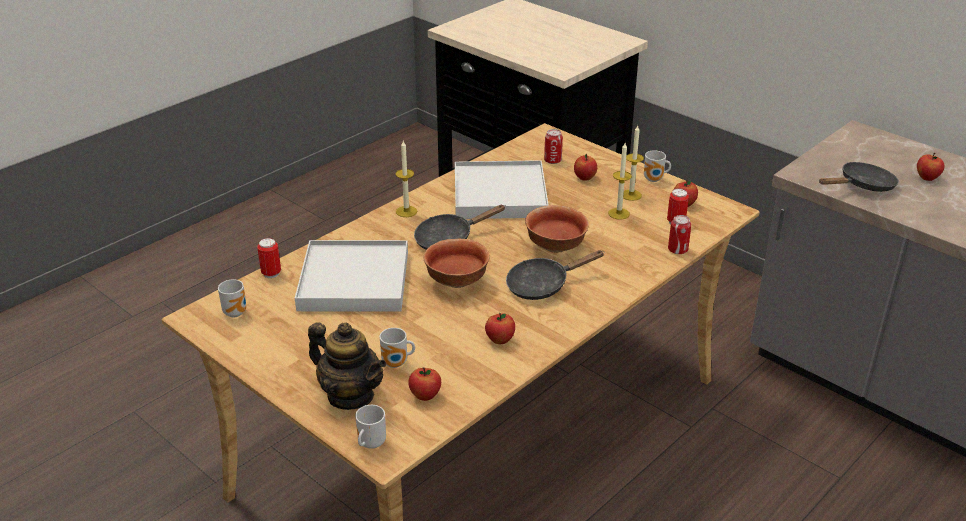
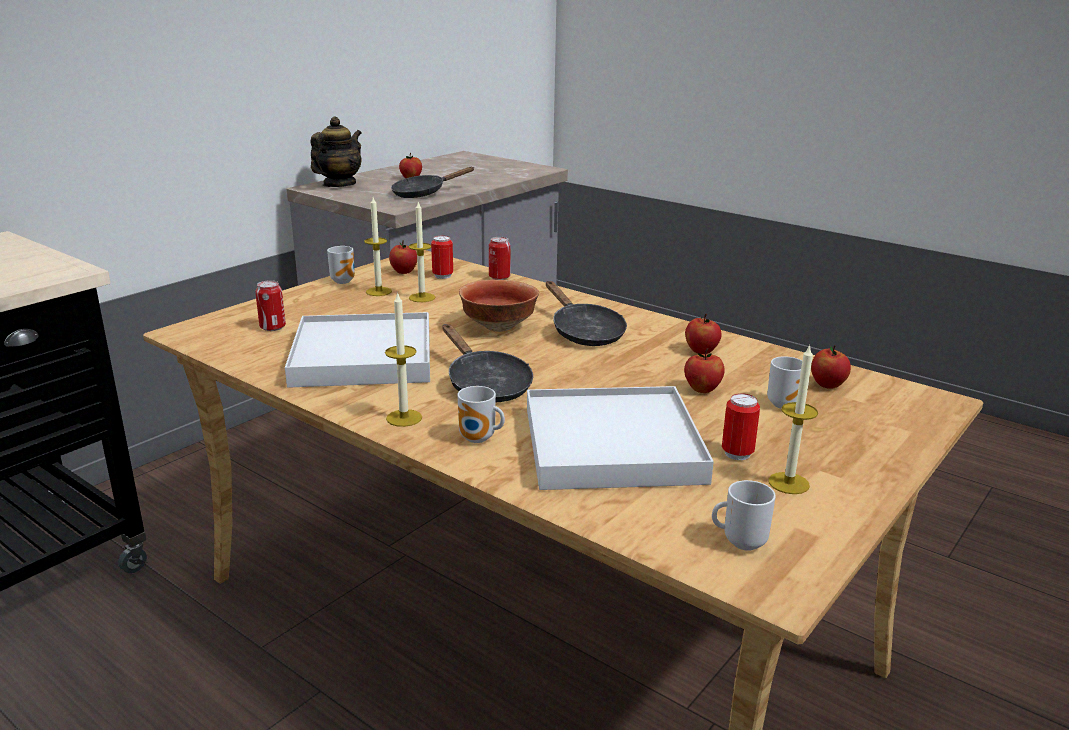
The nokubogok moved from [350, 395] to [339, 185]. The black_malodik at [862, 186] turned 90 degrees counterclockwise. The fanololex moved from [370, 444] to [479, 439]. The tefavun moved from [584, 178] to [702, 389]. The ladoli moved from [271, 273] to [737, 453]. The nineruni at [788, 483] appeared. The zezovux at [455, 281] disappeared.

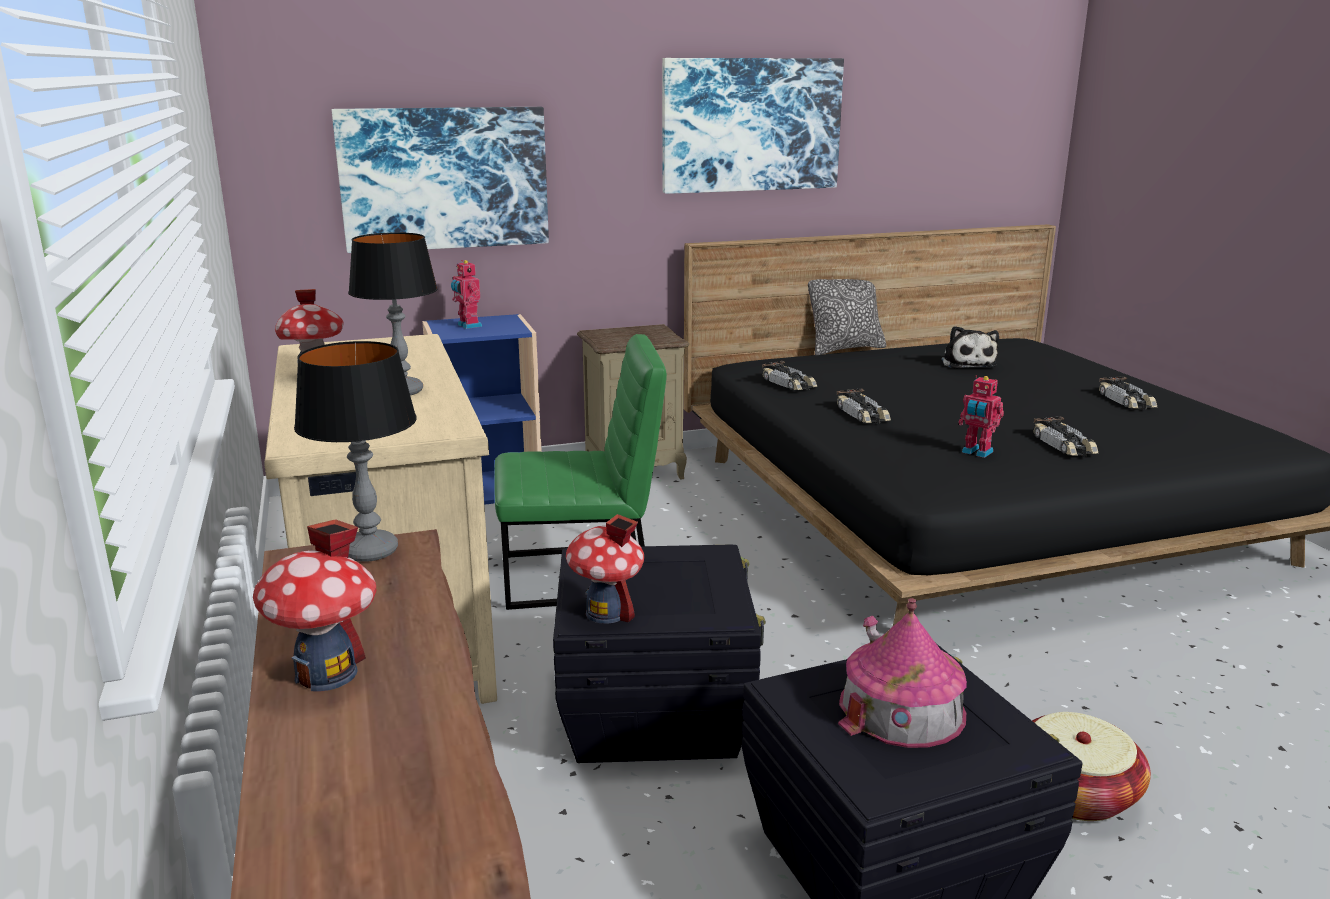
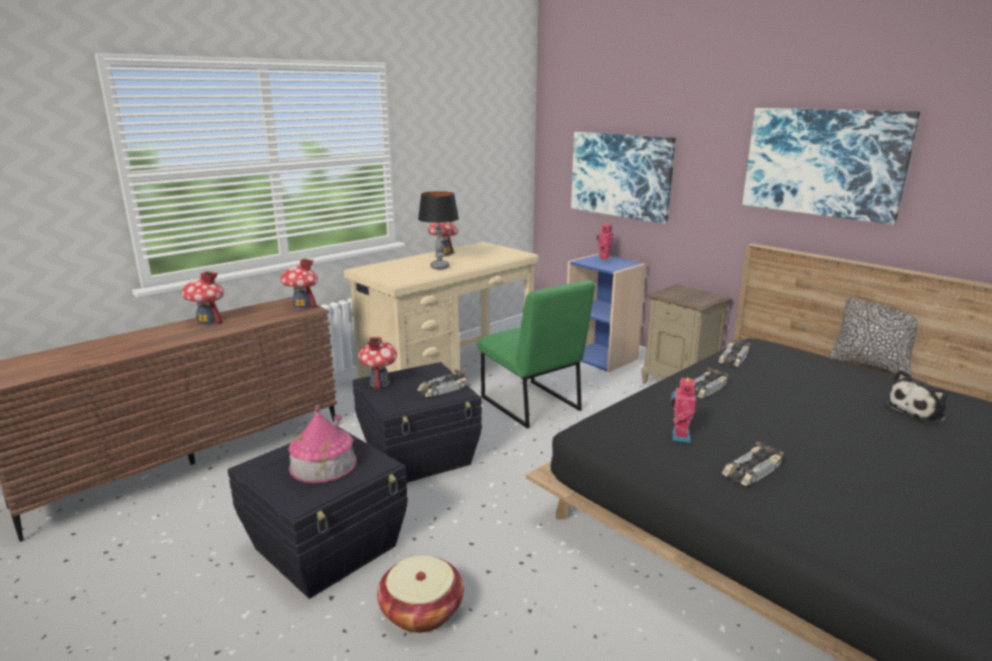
The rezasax at [371, 551] was replaced by the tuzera at [302, 307]. The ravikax moved from [1126, 401] to [442, 389].

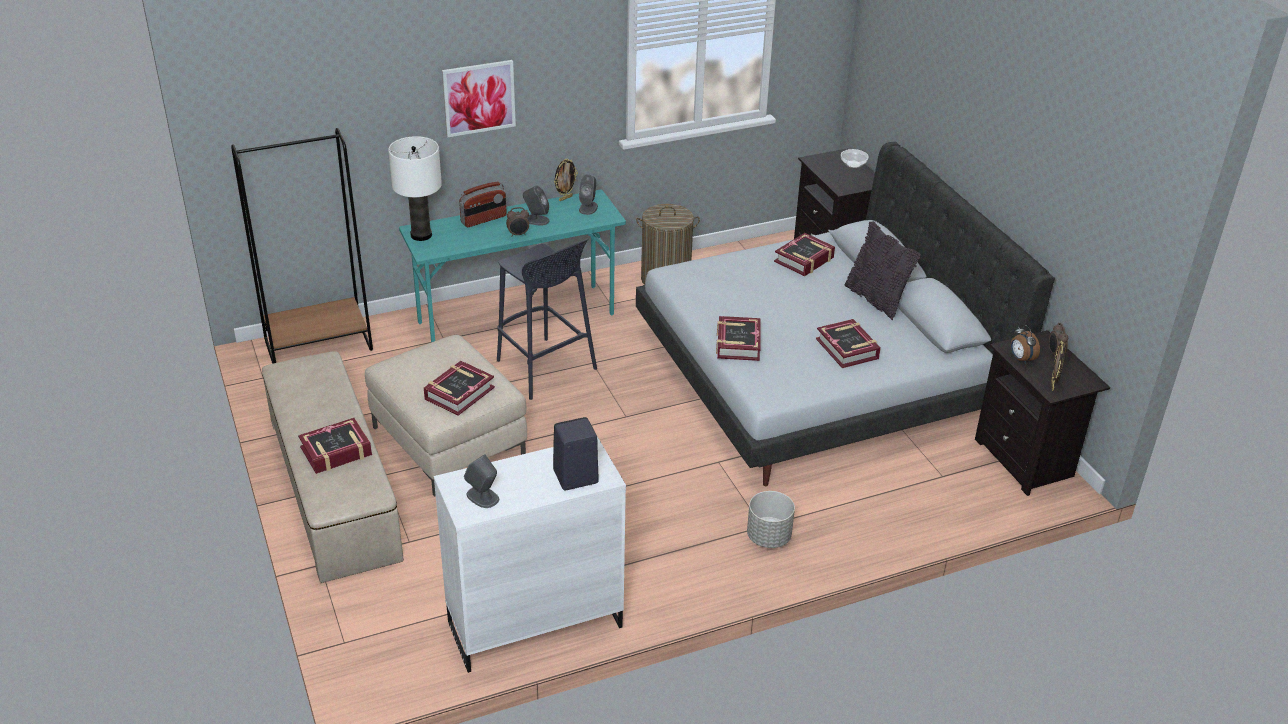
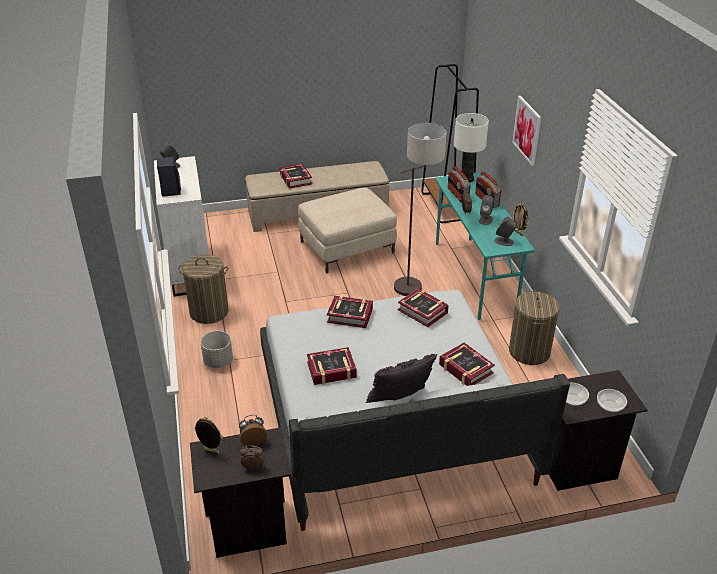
The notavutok at [209, 312] appeared. The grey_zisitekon at [544, 368] was replaced by the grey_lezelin at [415, 285]. The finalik moved from [459, 393] to [423, 311]. The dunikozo at [457, 195] appeared. The zezovux at [572, 400] appeared.

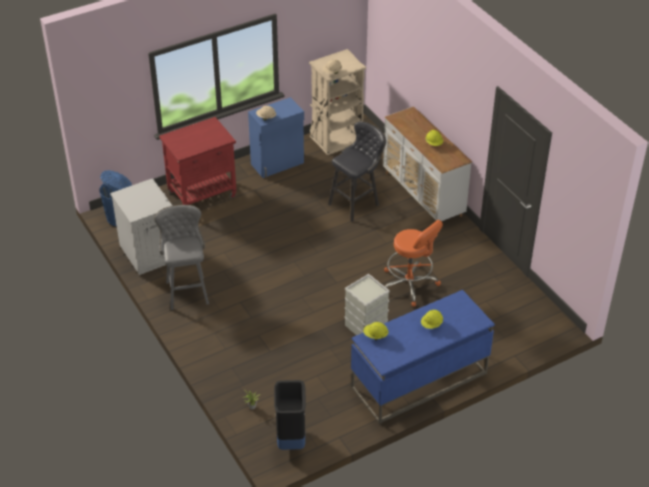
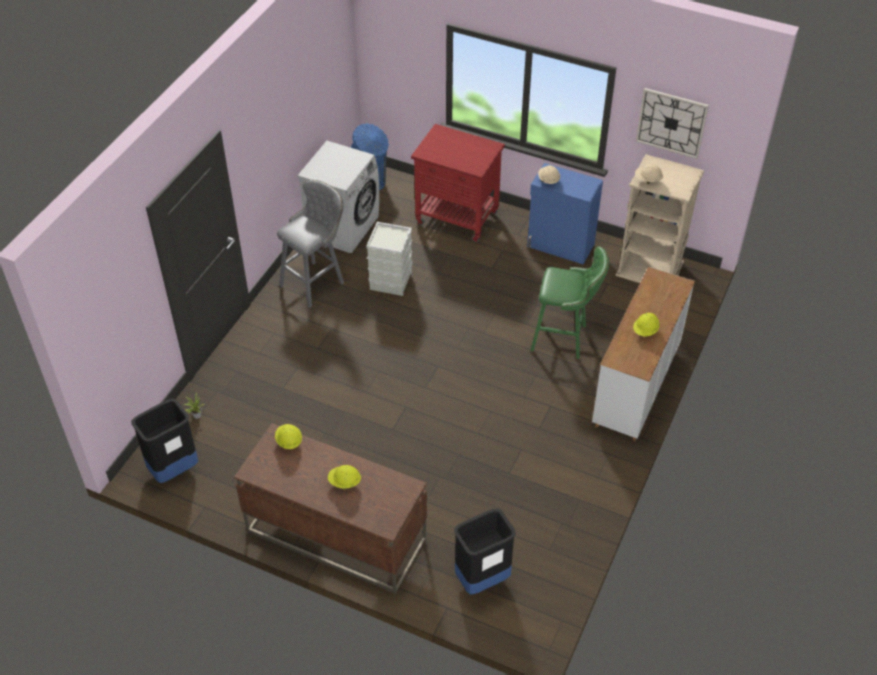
The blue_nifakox at [418, 381] became the brown_nifakox at [335, 534]. The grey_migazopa moved from [365, 326] to [390, 280]. The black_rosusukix at [482, 579] appeared. The black_zisitekon at [358, 202] became the green_zisitekon at [566, 339]. The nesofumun at [671, 123] appeared. The orange_zisitekon at [409, 285] disappeared.

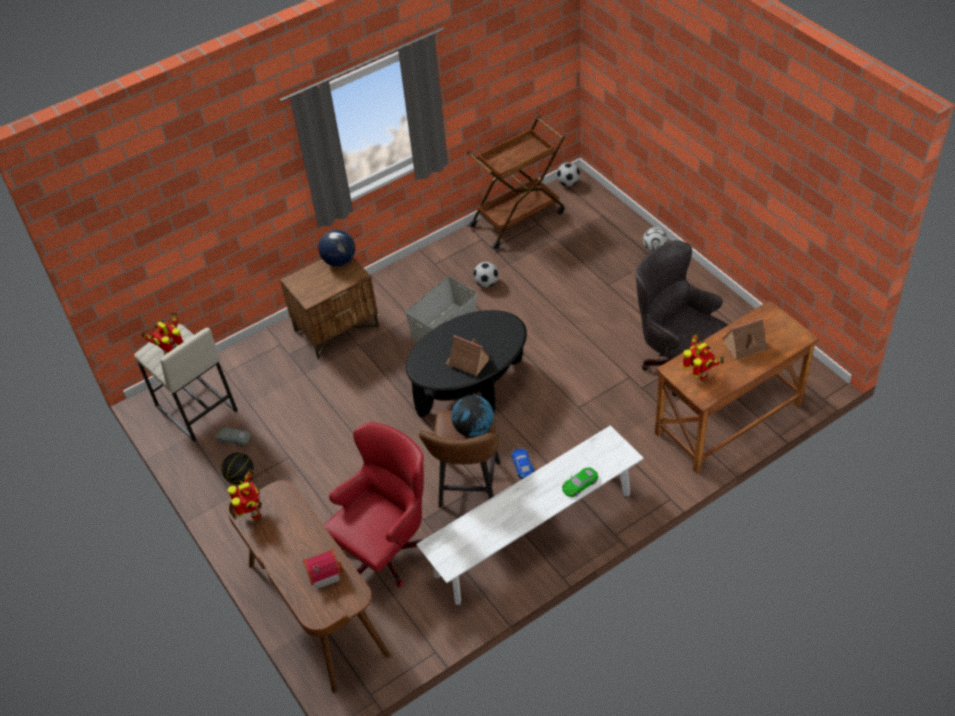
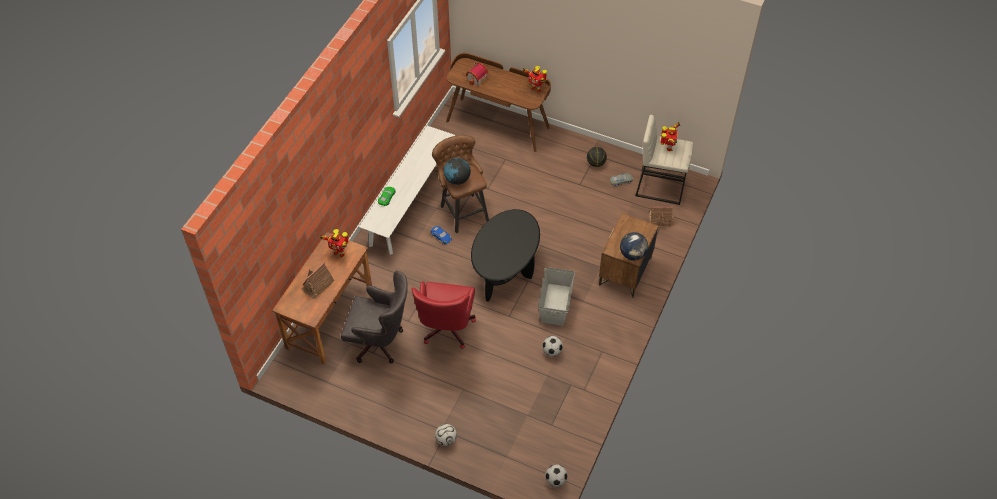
The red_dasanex moved from [386, 551] to [447, 331]. The tuzera moved from [467, 362] to [661, 220]. The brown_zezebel at [518, 220] disappeared.

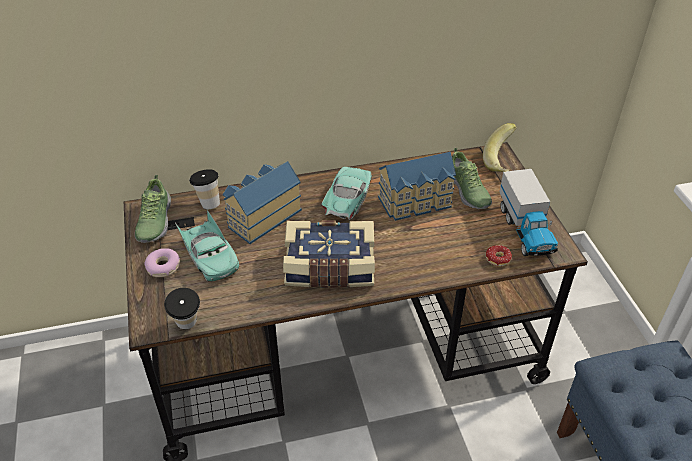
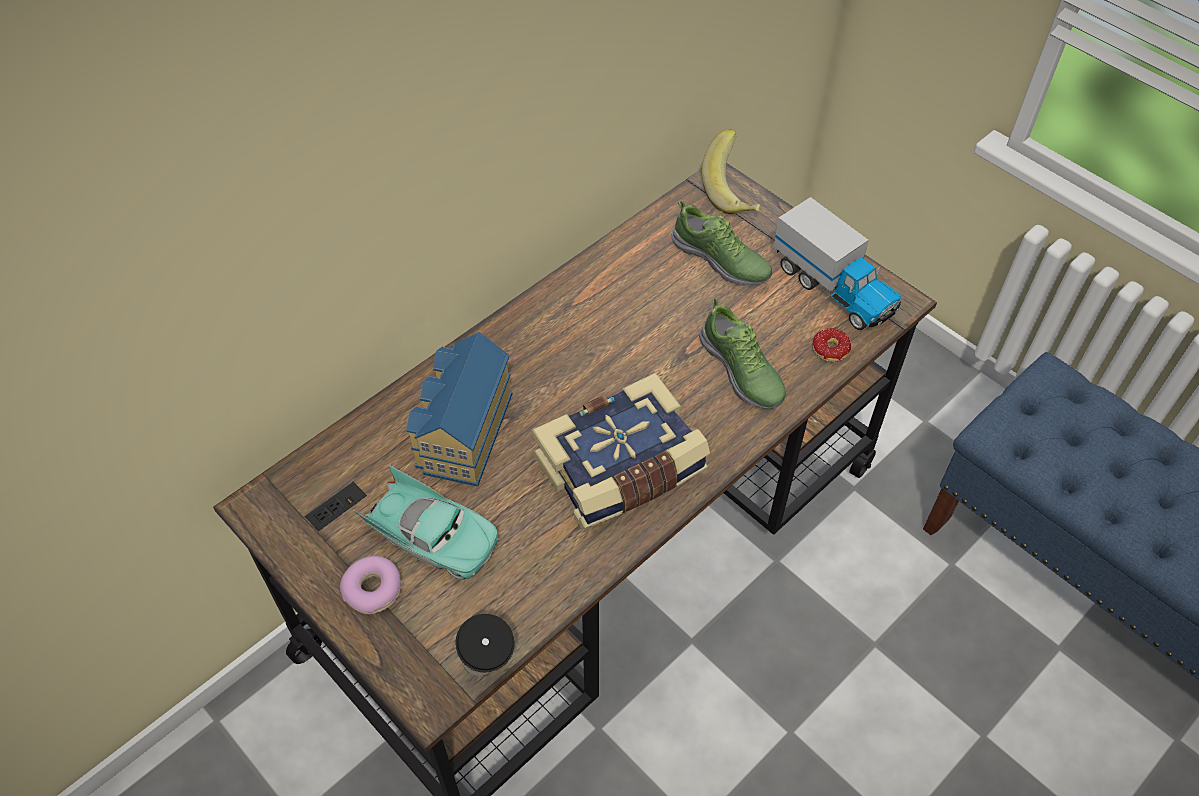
The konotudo moved from [154, 222] to [741, 371]. The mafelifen at [208, 202] disappeared. The turquoise_ravikax at [348, 201] disappeared. The tuzera at [417, 202] disappeared.

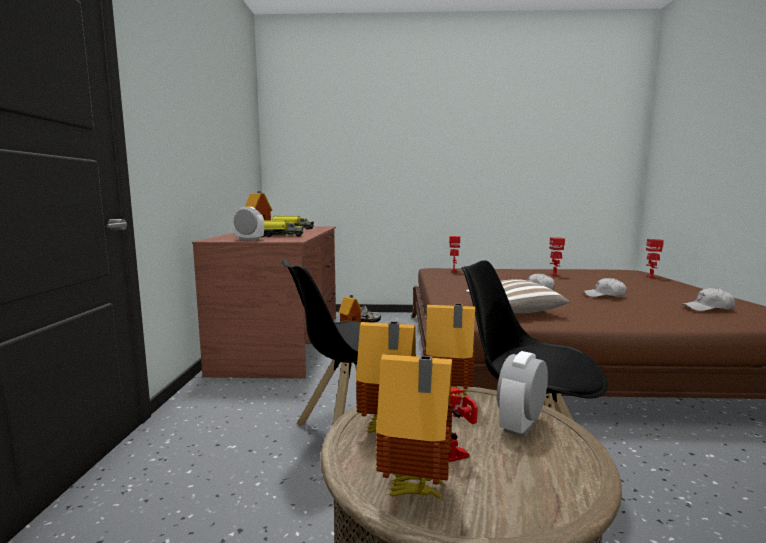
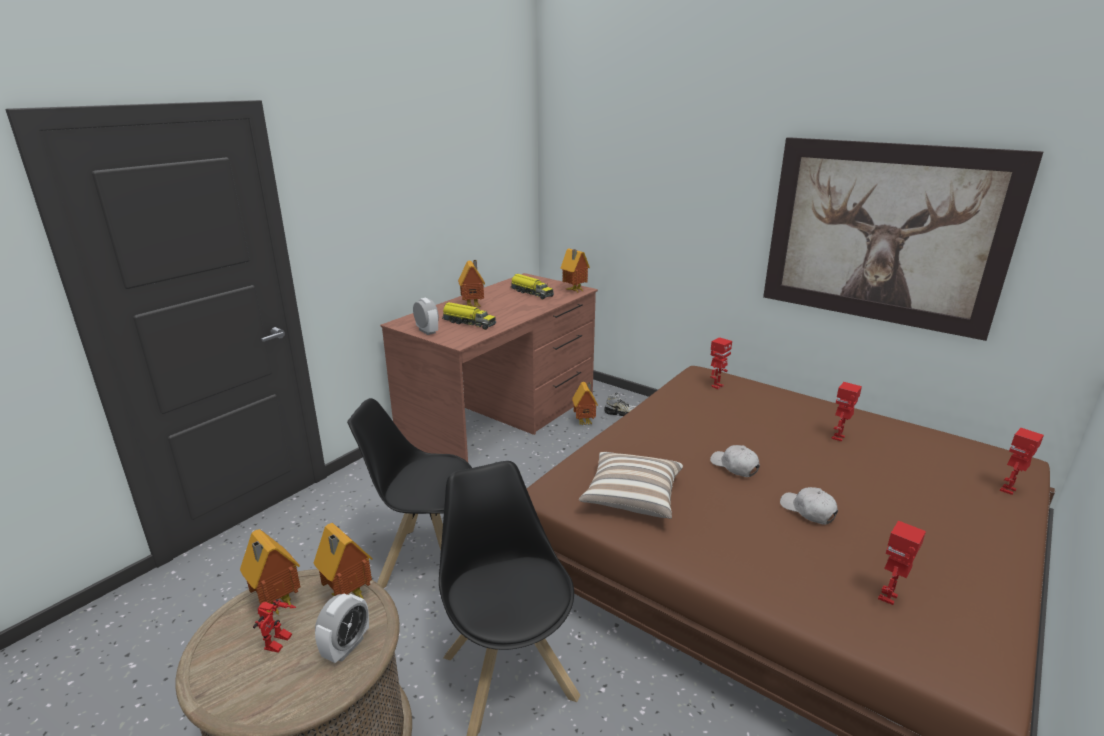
The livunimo at [520, 426] turned 135 degrees clockwise. The tuzera moved from [415, 492] to [574, 291]. The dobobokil at [883, 234] appeared. The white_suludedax at [708, 308] was replaced by the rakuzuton at [889, 598].

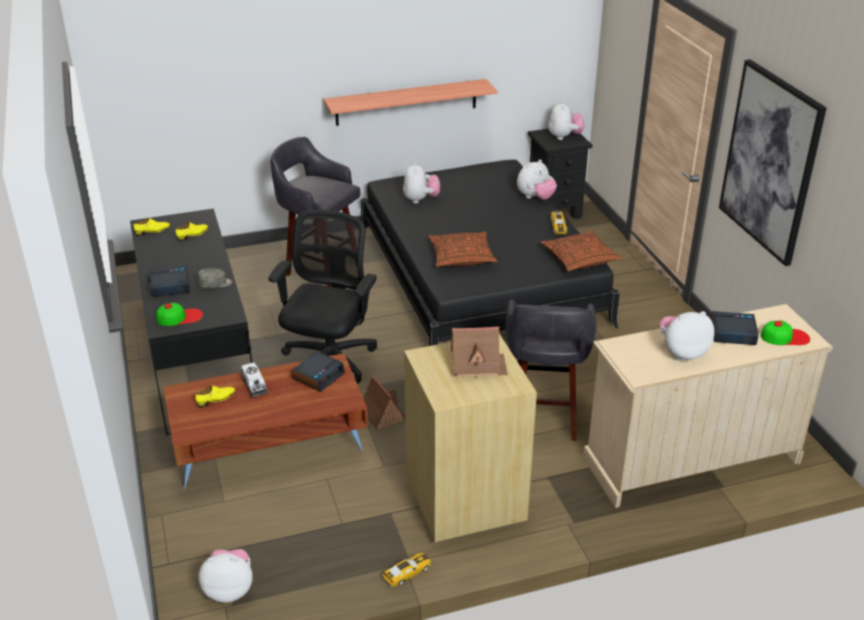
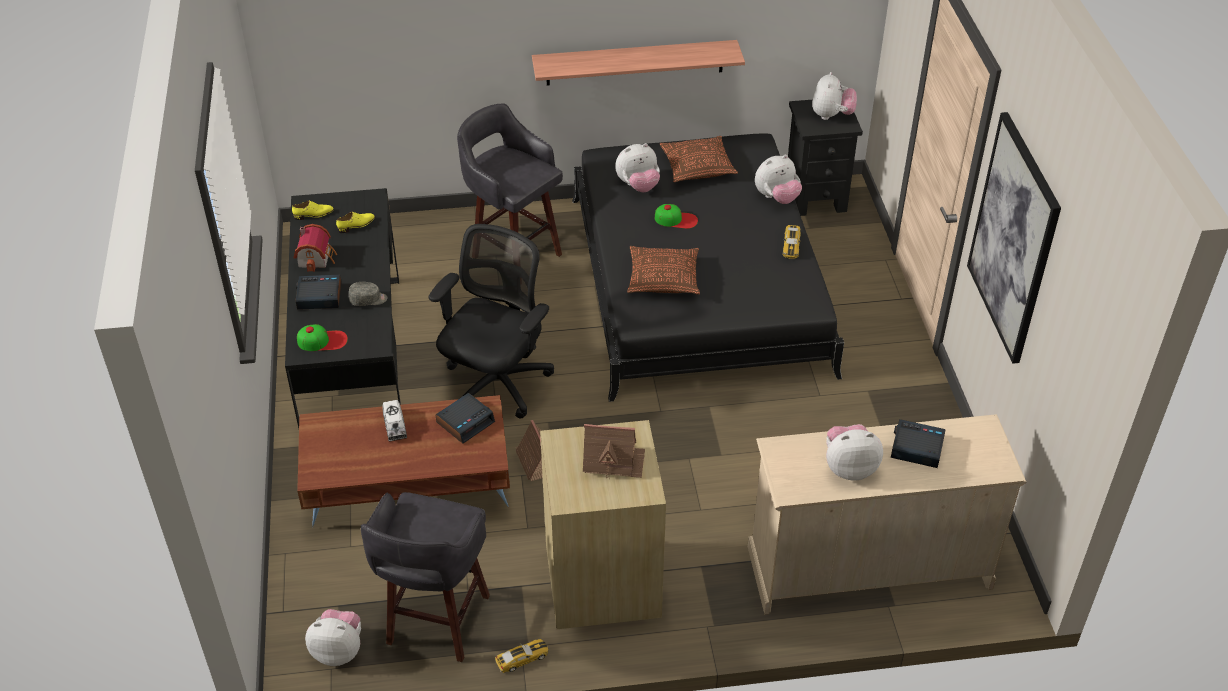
The tuzera at [317, 258] appeared. The grey_zisitekon moved from [542, 419] to [436, 624]. The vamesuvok at [421, 200] turned 60 degrees clockwise. The suludedax moved from [785, 337] to [676, 219]. The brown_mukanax moved from [580, 260] to [697, 168]. The yellow_konotudo at [216, 399] disappeared.

